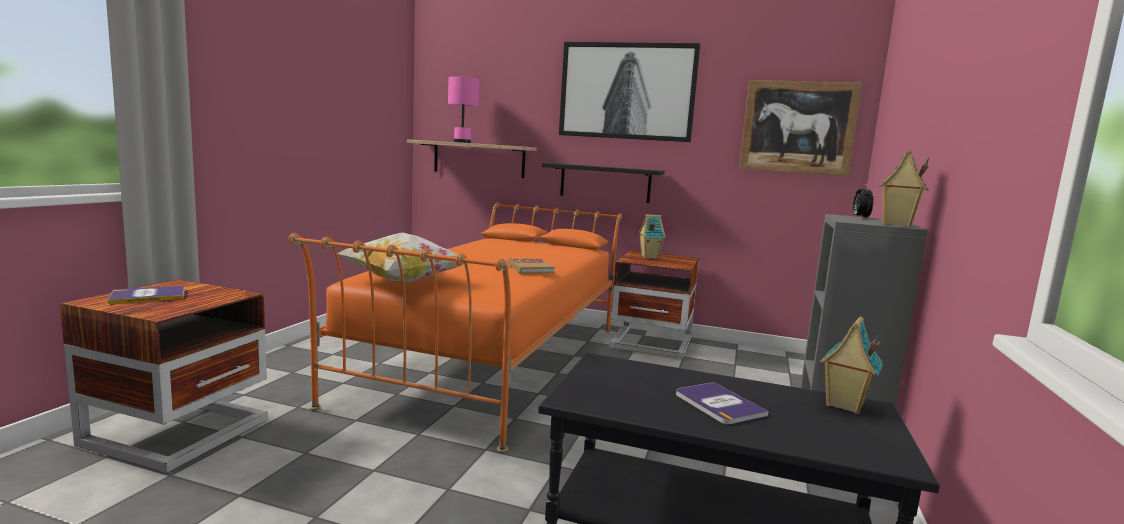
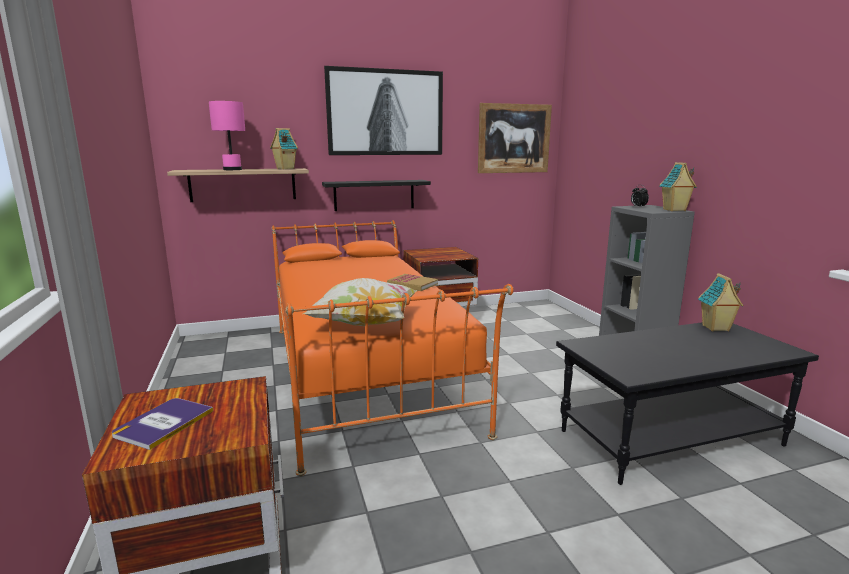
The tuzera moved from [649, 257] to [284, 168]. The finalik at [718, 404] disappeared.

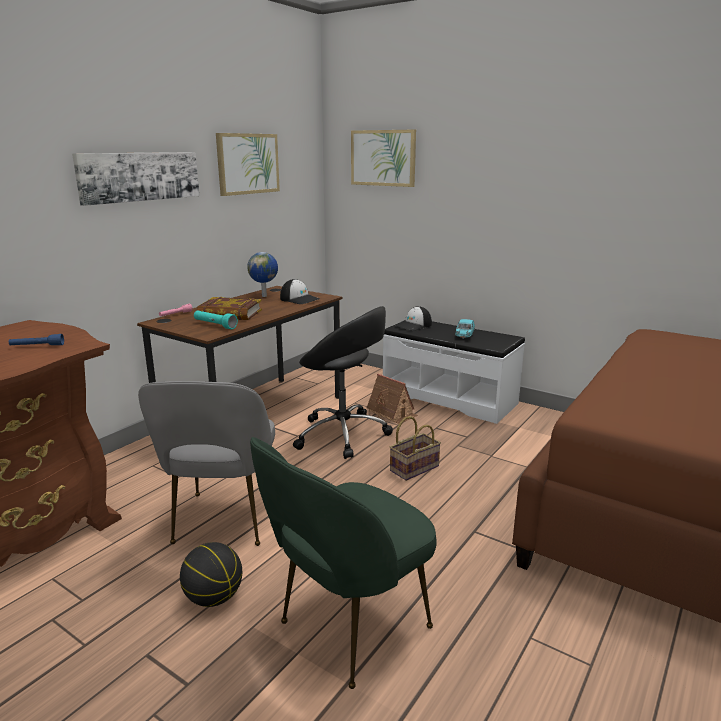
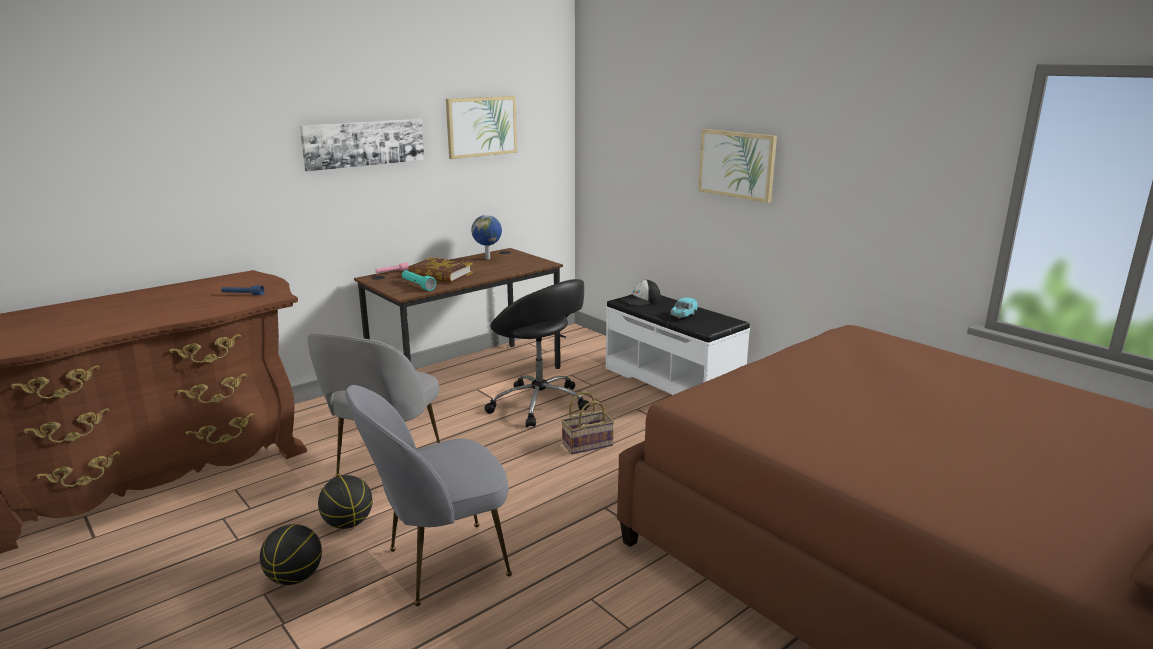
The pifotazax at [294, 578] appeared. The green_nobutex at [346, 631] became the grey_nobutex at [438, 566]. The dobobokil moved from [383, 158] to [737, 164]. The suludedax at [300, 299] disappeared. The tuzera at [392, 413] disappeared.

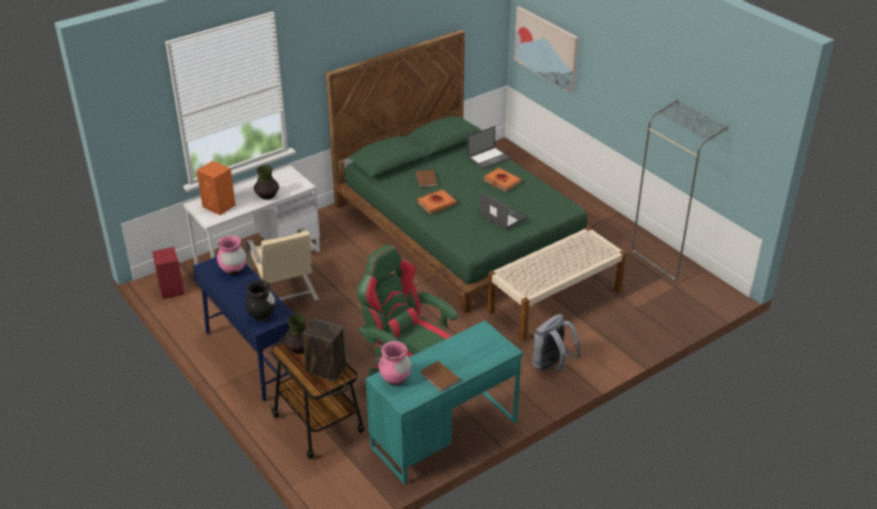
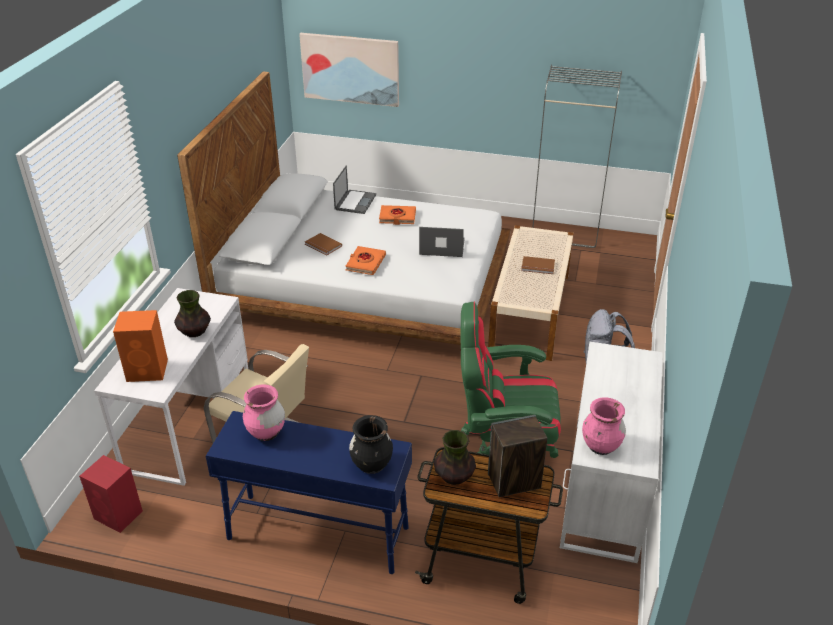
The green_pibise at [462, 228] became the white_pibise at [366, 287]. The brown_finalik moved from [439, 378] to [538, 267]. The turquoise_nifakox at [444, 434] became the white_nifakox at [604, 488].

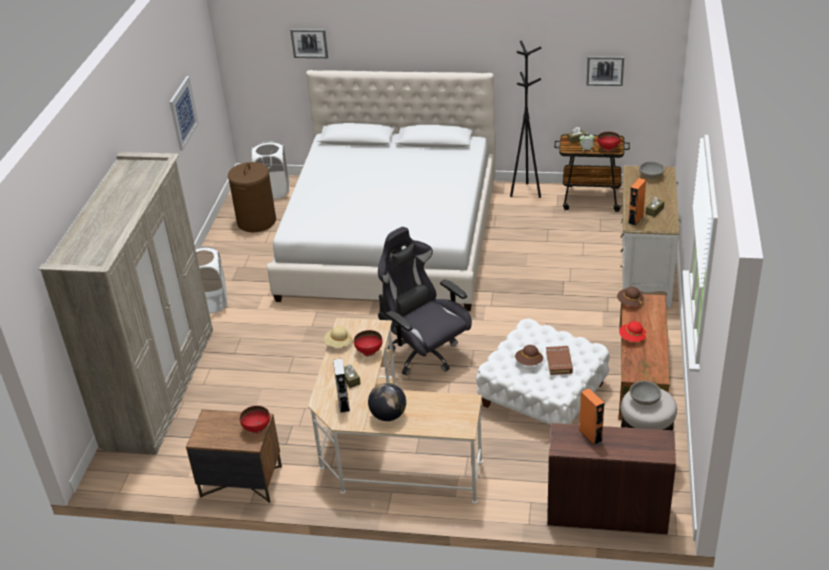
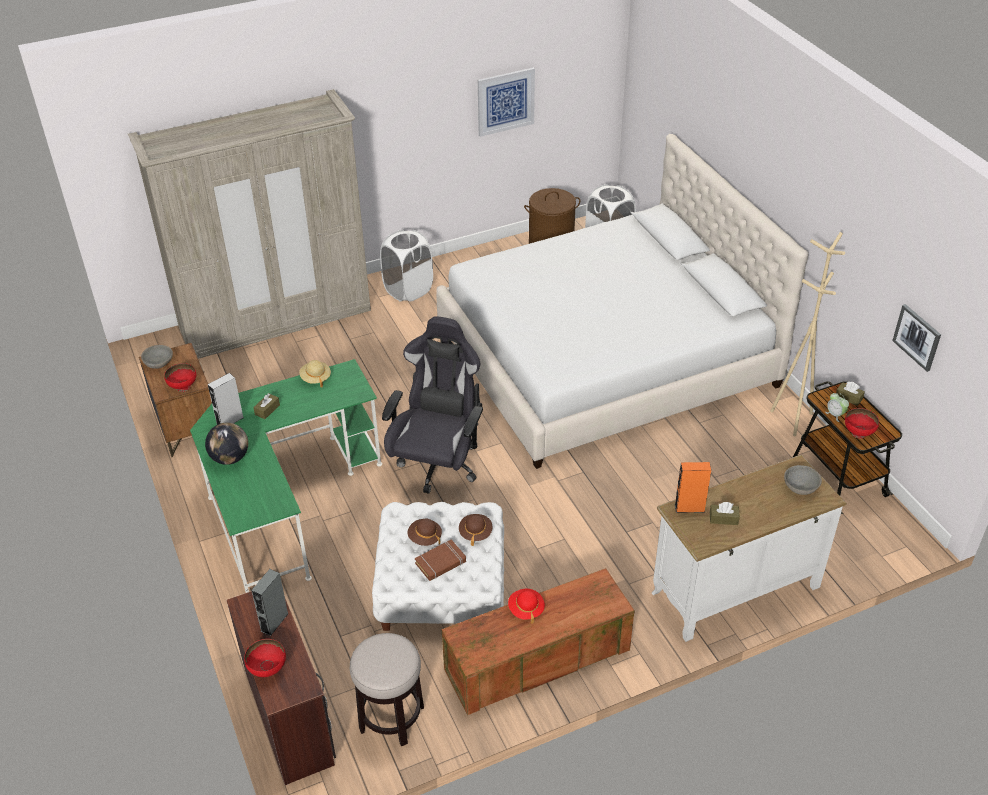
The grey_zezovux moved from [645, 400] to [159, 364]. The beige_nifakox at [385, 449] became the green_nifakox at [283, 501]. The red_zezovux moved from [369, 352] to [267, 669]. The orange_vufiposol at [590, 435] became the grey_vufiposol at [274, 622]. The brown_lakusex moved from [629, 302] to [475, 533]. The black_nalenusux at [526, 192] became the beige_nalenusux at [792, 420]. The dobobokil at [309, 43] disappeared.

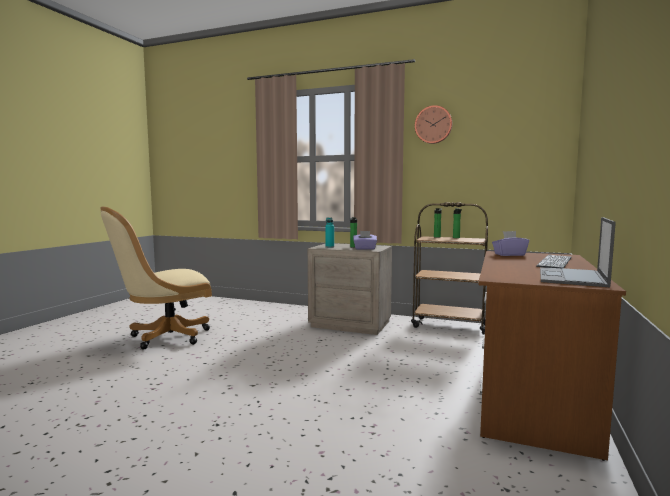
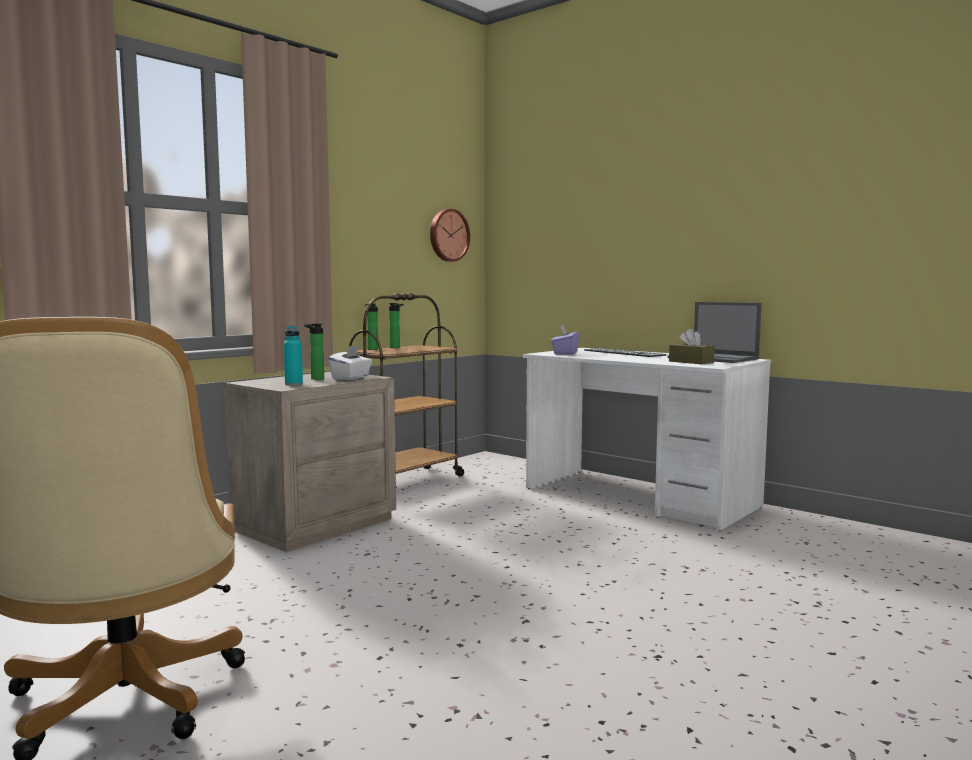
The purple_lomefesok at [365, 248] became the white_lomefesok at [351, 378]. The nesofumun moved from [433, 125] to [448, 235]. The brown_nifakox at [532, 395] became the white_nifakox at [639, 497]. The brown_lomefesok at [691, 362] appeared.

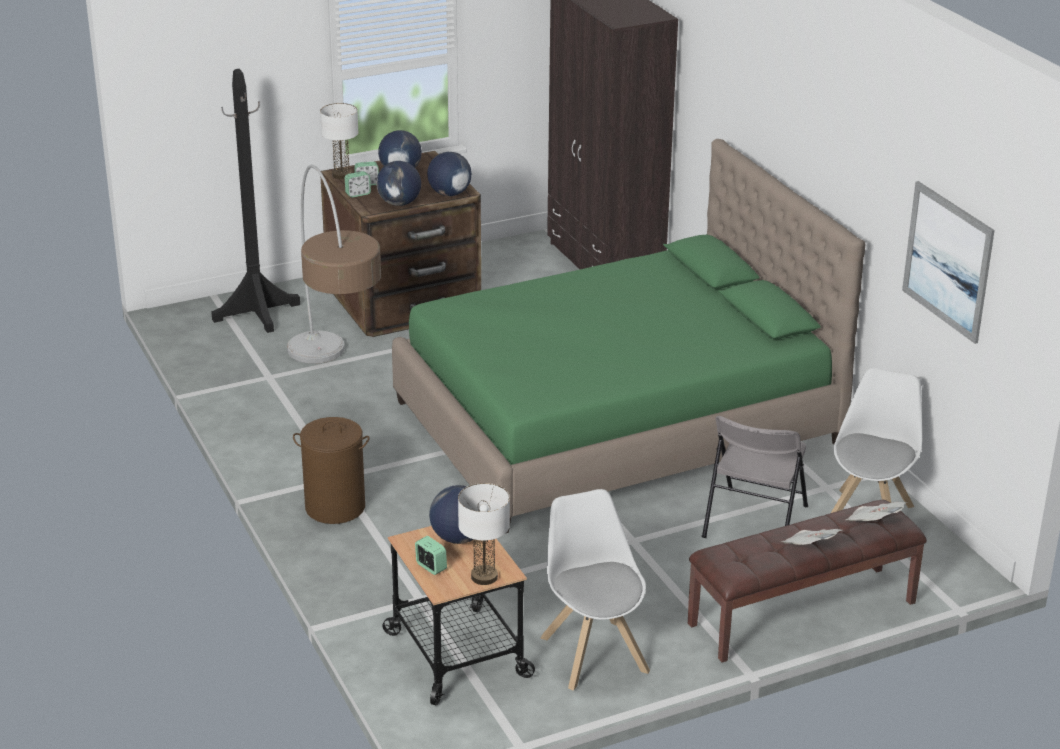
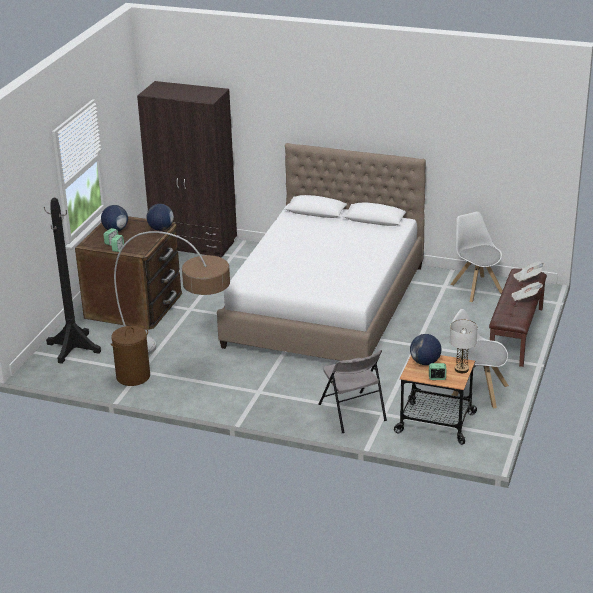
The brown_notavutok moved from [334, 507] to [133, 377]. The green_pibise at [617, 422] became the white_pibise at [326, 305]. The grey_nobutex moved from [755, 522] to [352, 412]. The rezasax at [342, 175] disappeared. The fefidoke at [399, 203] disappeared. The dobobokil at [947, 261] disappeared.

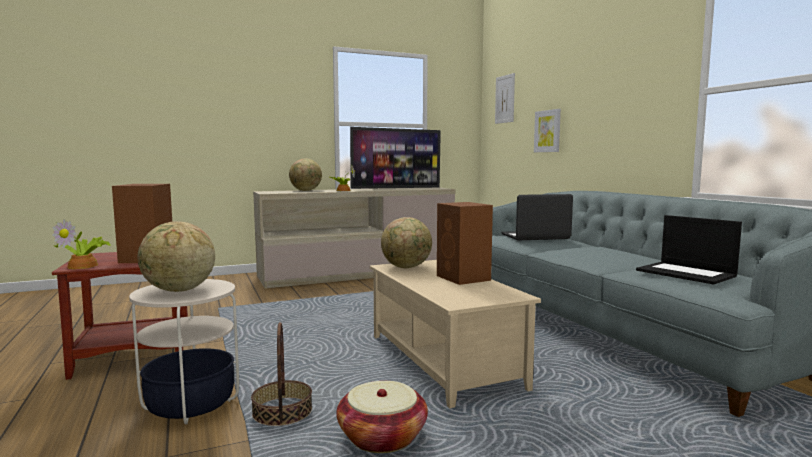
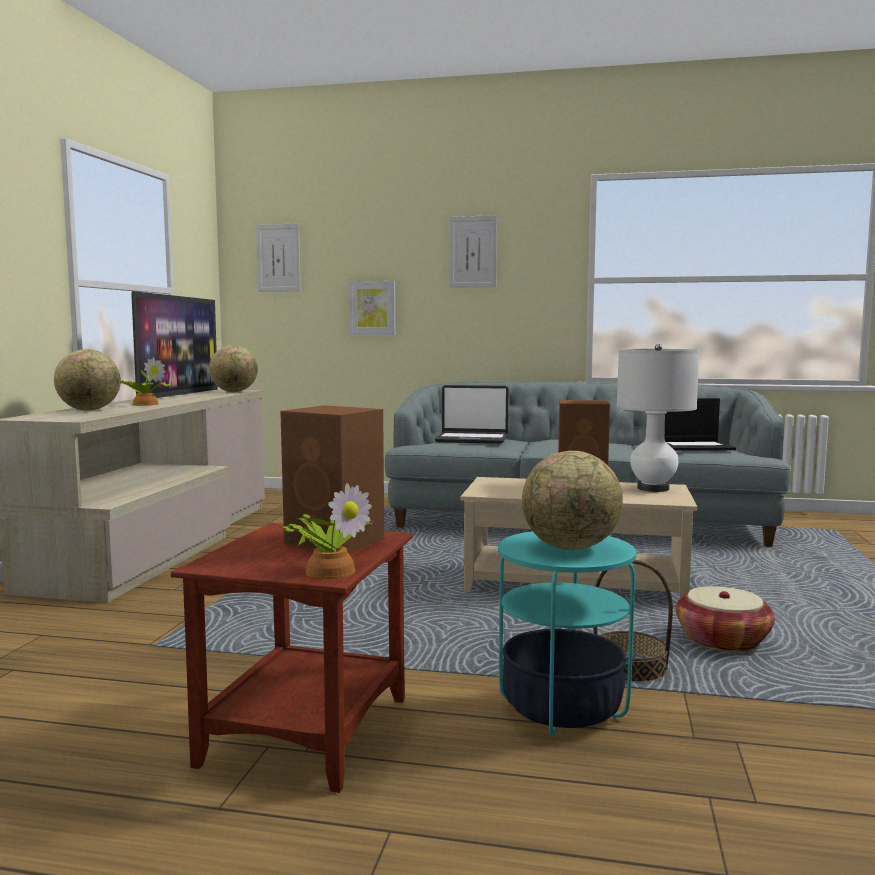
The fefidoke moved from [406, 267] to [234, 392]. The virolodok at [535, 237] turned 105 degrees counterclockwise. The dobobokil at [473, 252] appeared. The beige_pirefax at [190, 406] became the turquoise_pirefax at [562, 710]. The white_rezasax at [652, 488] appeared.

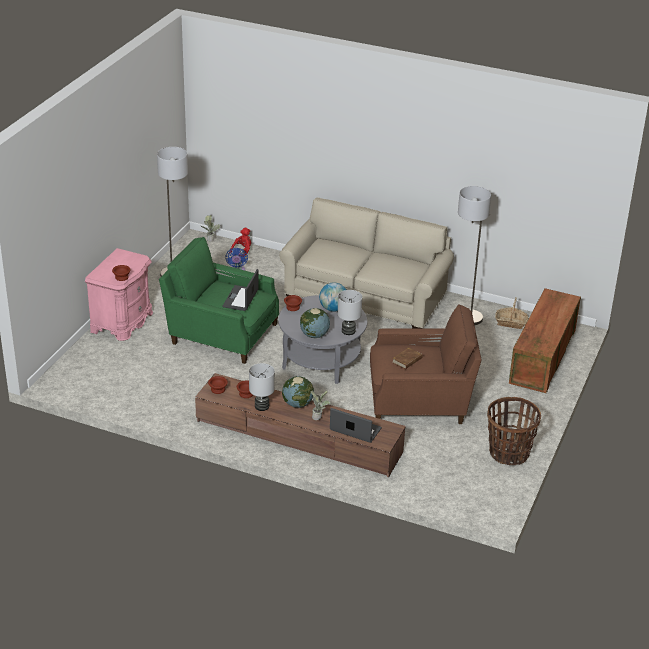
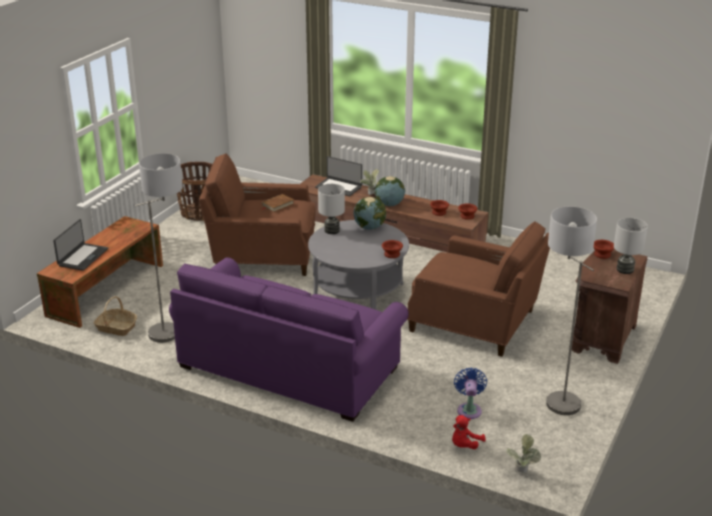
The virolodok moved from [241, 298] to [82, 257]. The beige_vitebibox at [366, 296] became the purple_vitebibox at [288, 367]. The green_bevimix at [222, 333] became the brown_bevimix at [475, 322]. The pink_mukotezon at [124, 322] became the brown_mukotezon at [600, 338]. The grey_rezasax moved from [261, 406] to [625, 270]. The fefidoke at [333, 309] disappeared.

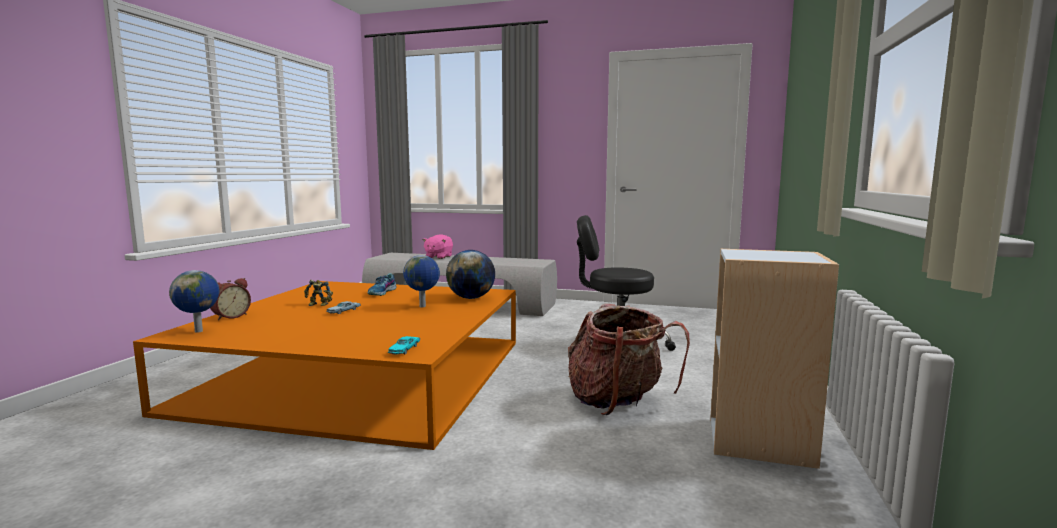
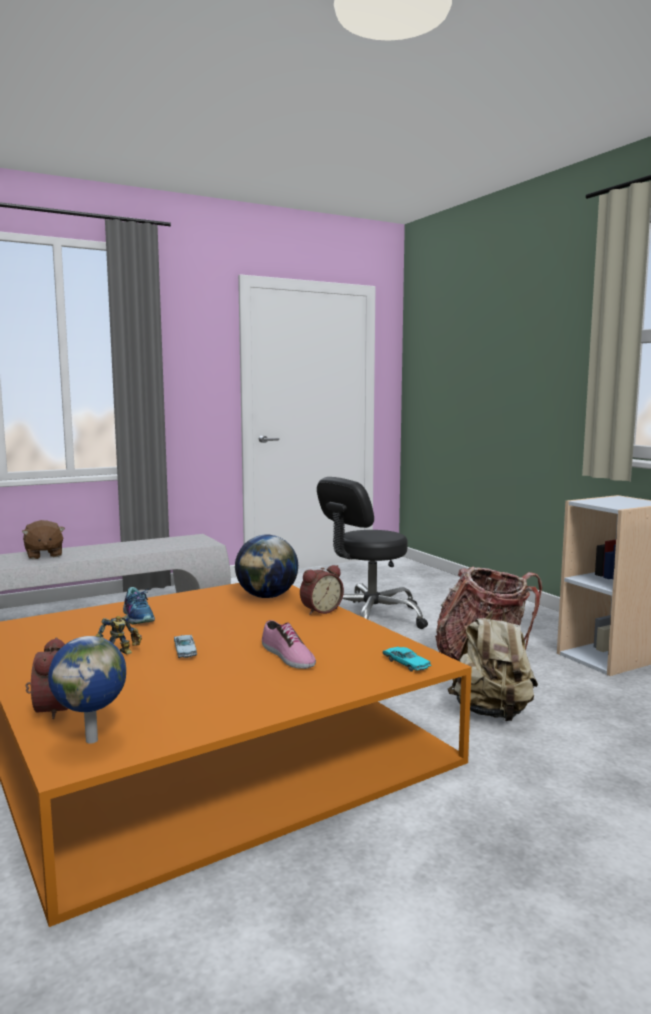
The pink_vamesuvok at [438, 257] became the brown_vamesuvok at [43, 555]. The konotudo at [287, 656] appeared. The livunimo at [320, 610] appeared. The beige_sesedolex at [492, 713] appeared. The fefidoke at [423, 306] disappeared.

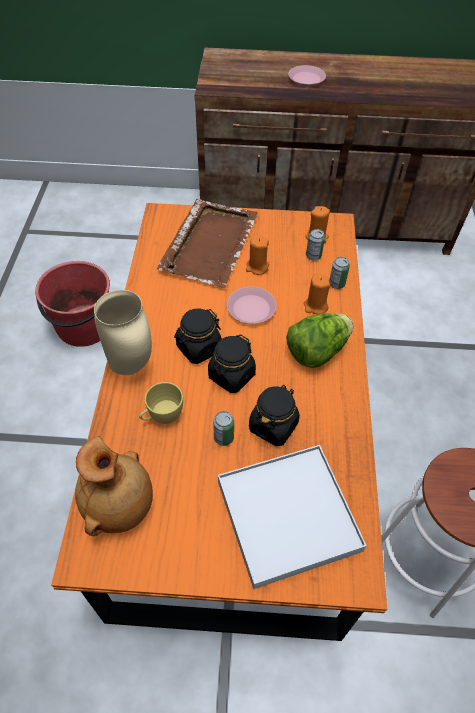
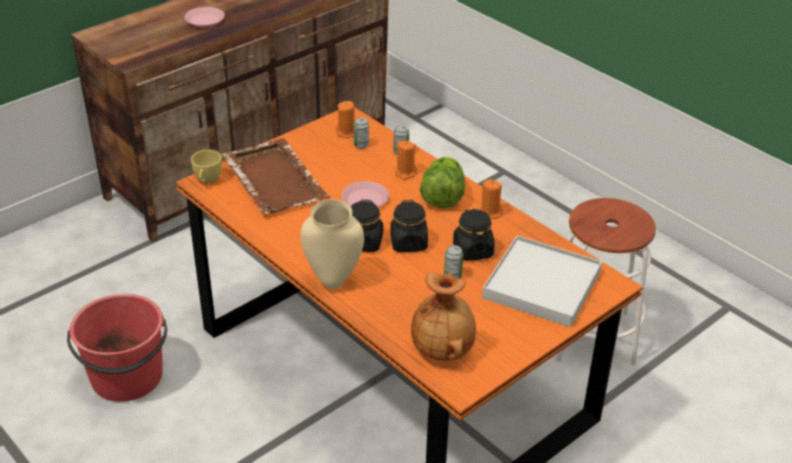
The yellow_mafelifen moved from [162, 416] to [207, 181]. The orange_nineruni moved from [257, 267] to [489, 213].

